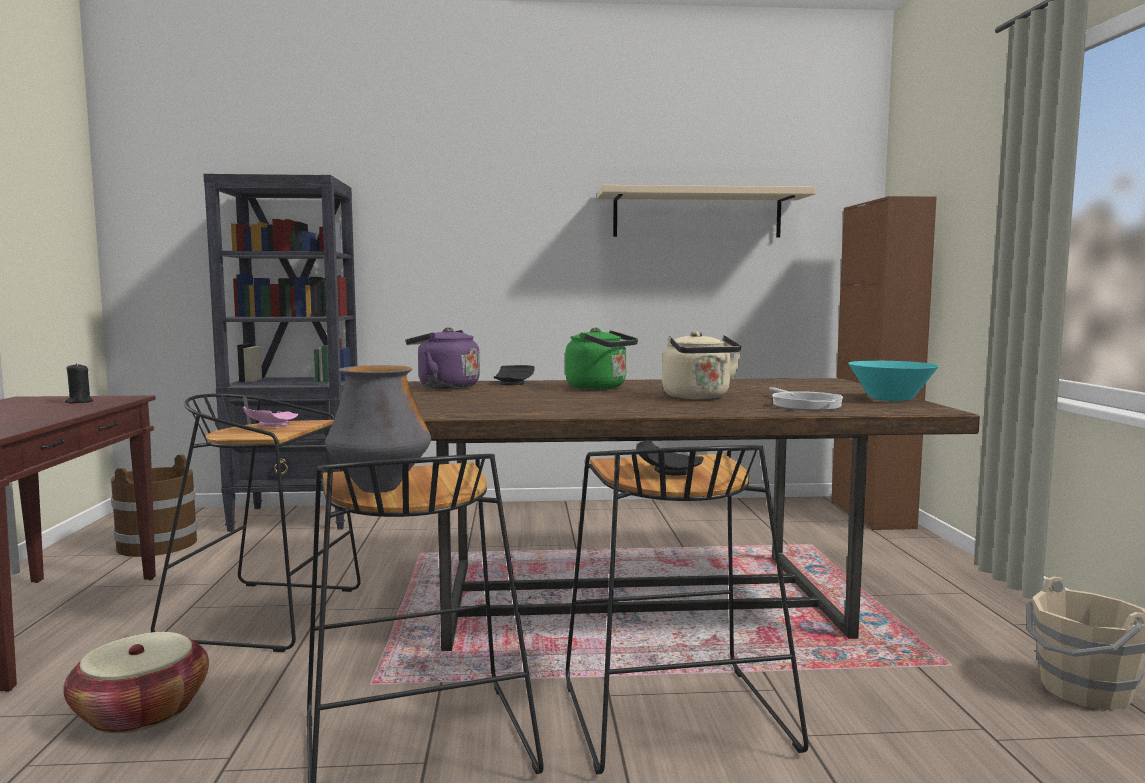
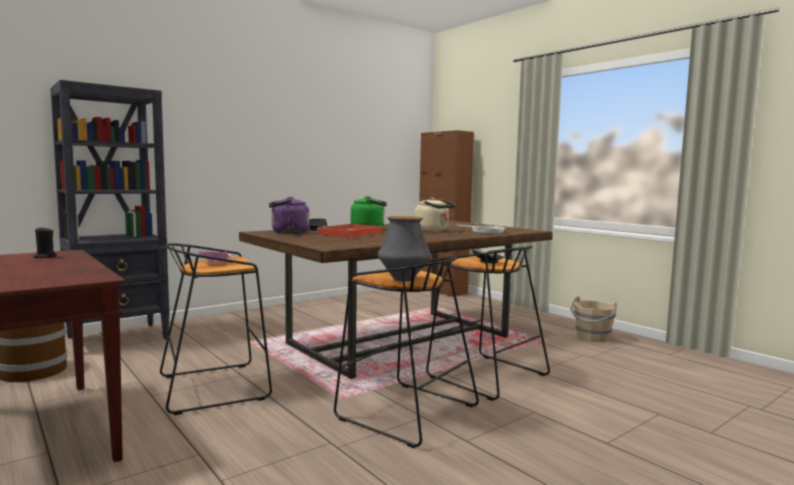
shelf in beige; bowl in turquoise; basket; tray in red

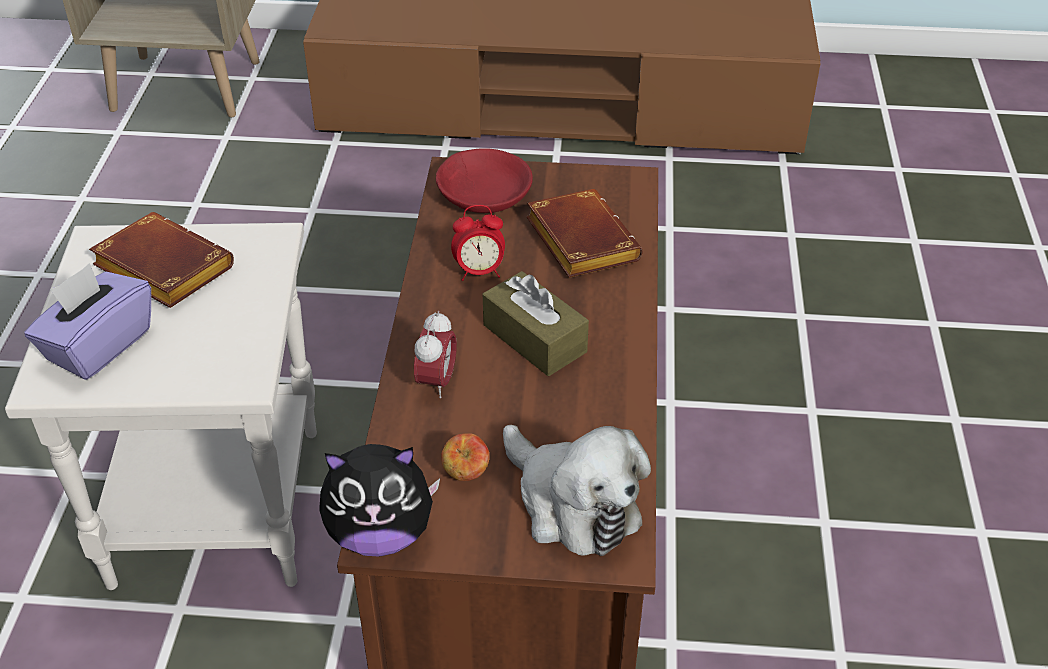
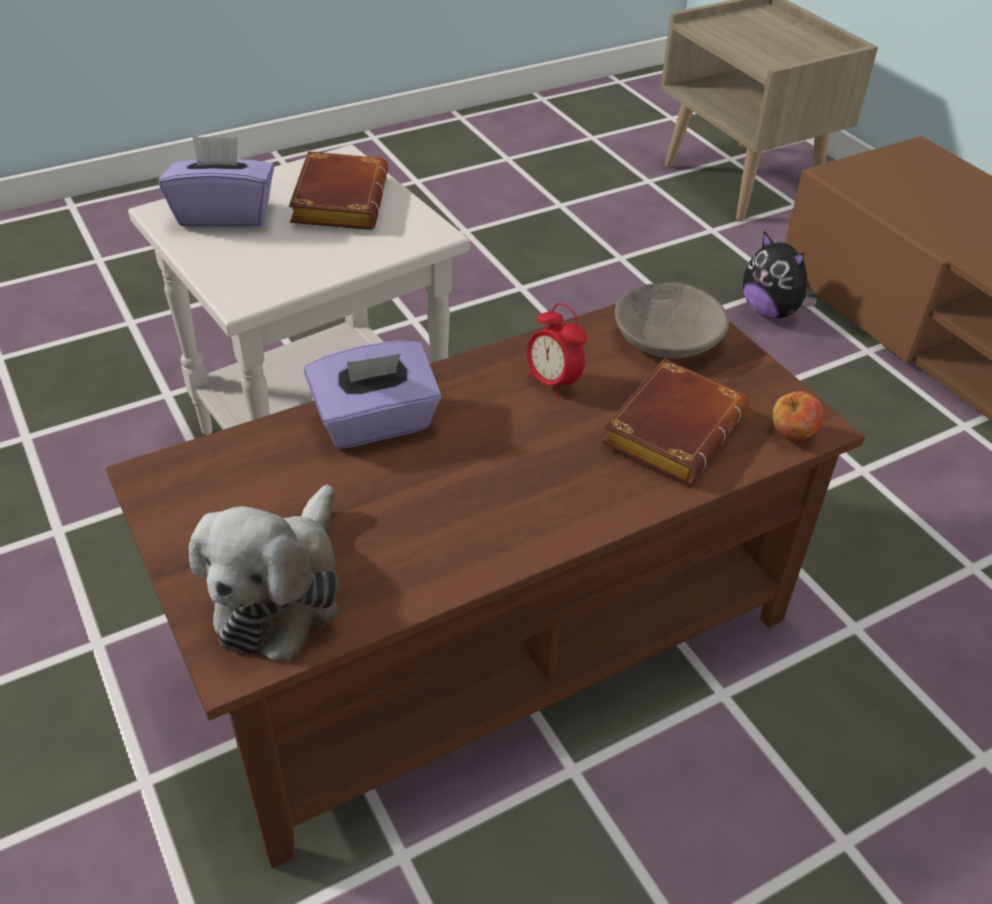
bowl in grey; tissue box in brown; tissue box in purple (no. 2 from left); apple; plush toy (no. 2 from left)

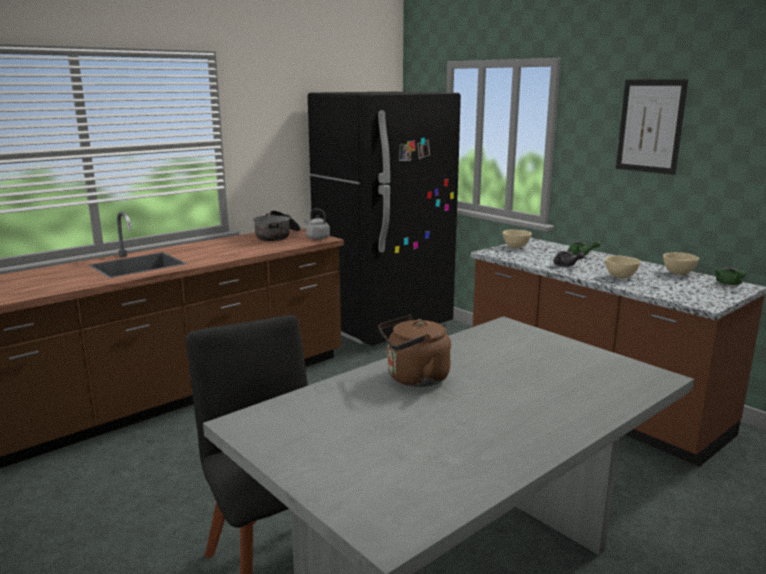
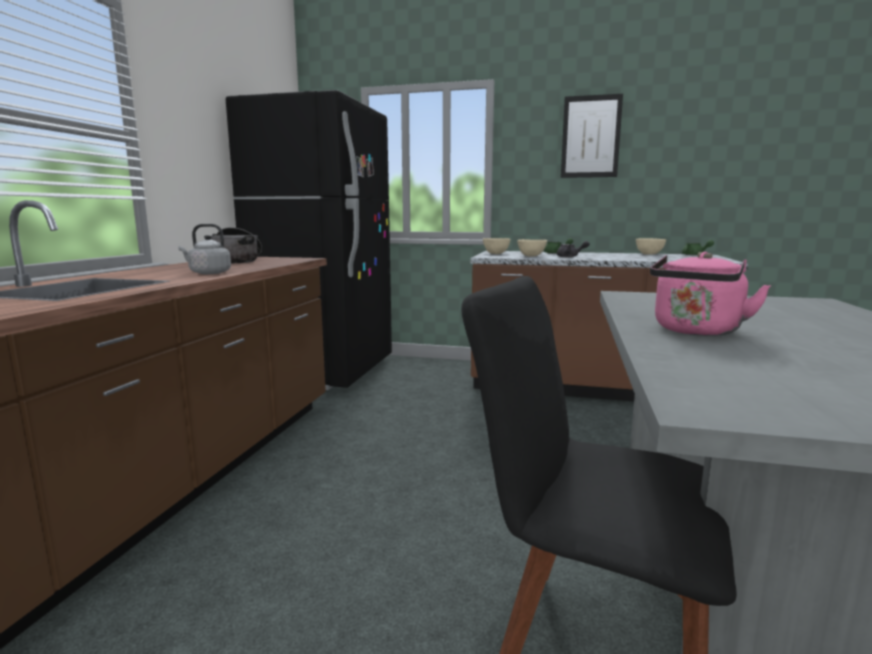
kettle in grey; bowl in beige (no. 2 from left); kettle in pink

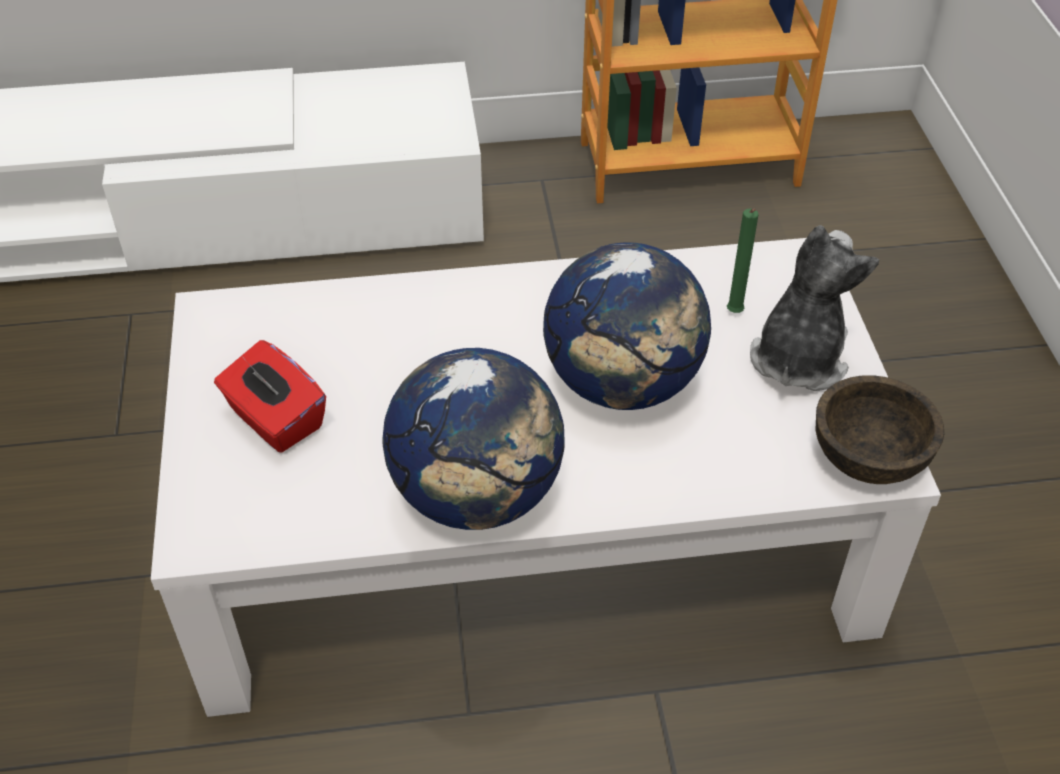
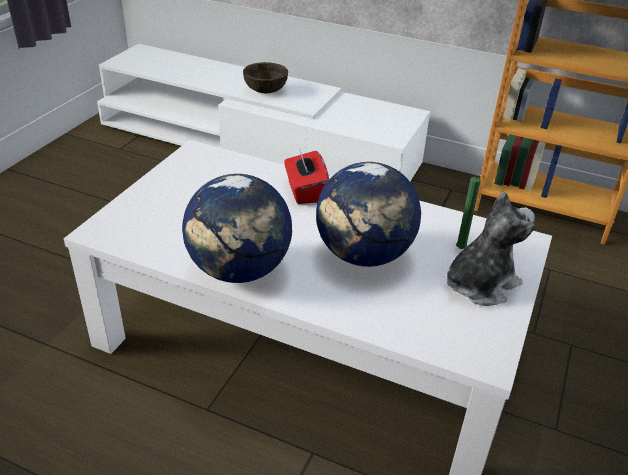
tissue box in red; bowl in brown

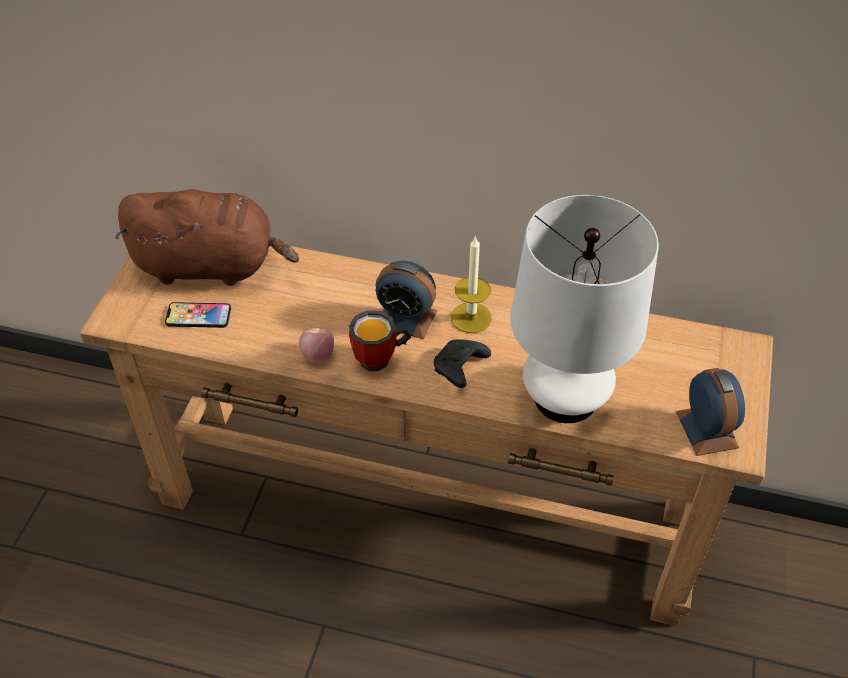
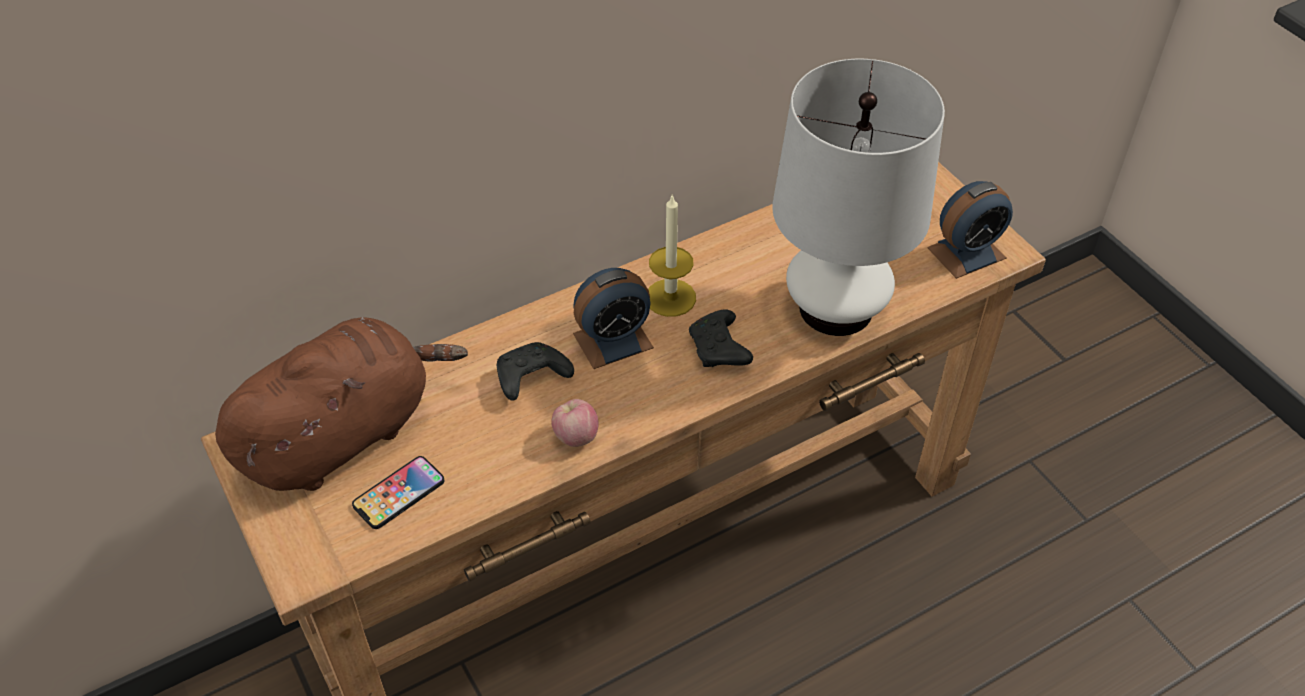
mug; alarm clock (no. 2 from left); game controller in black (no. 1 from left)

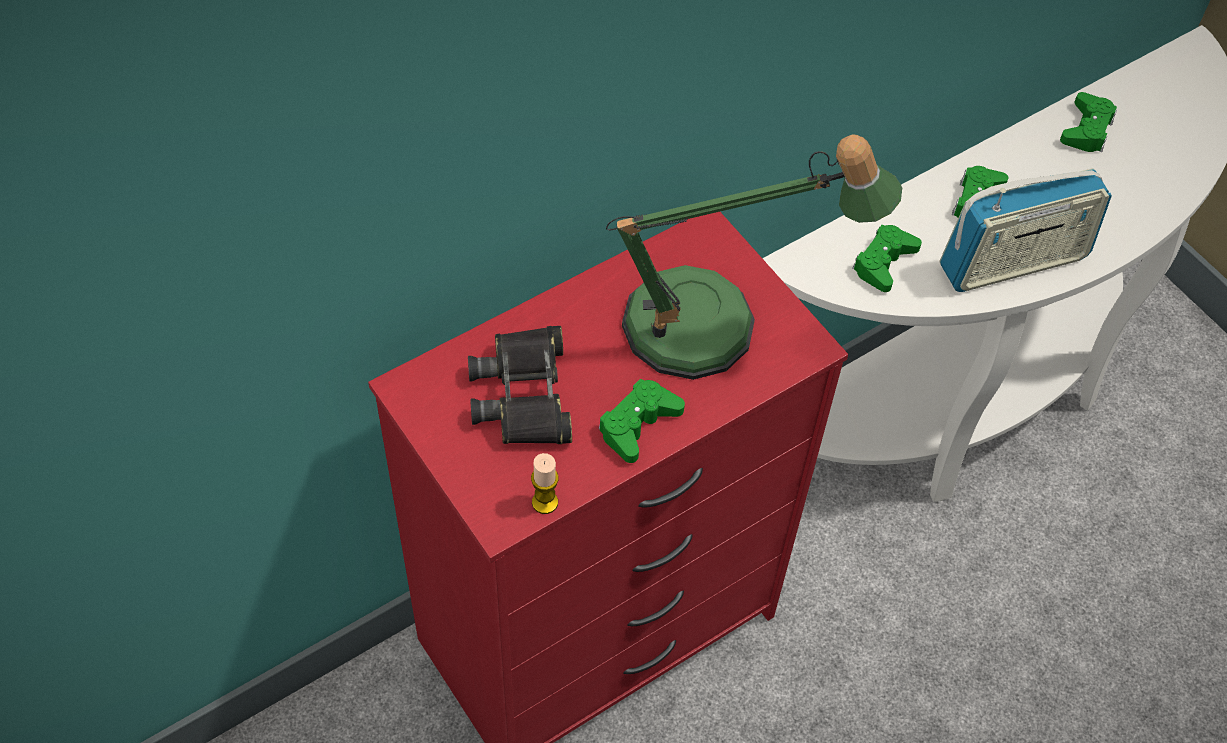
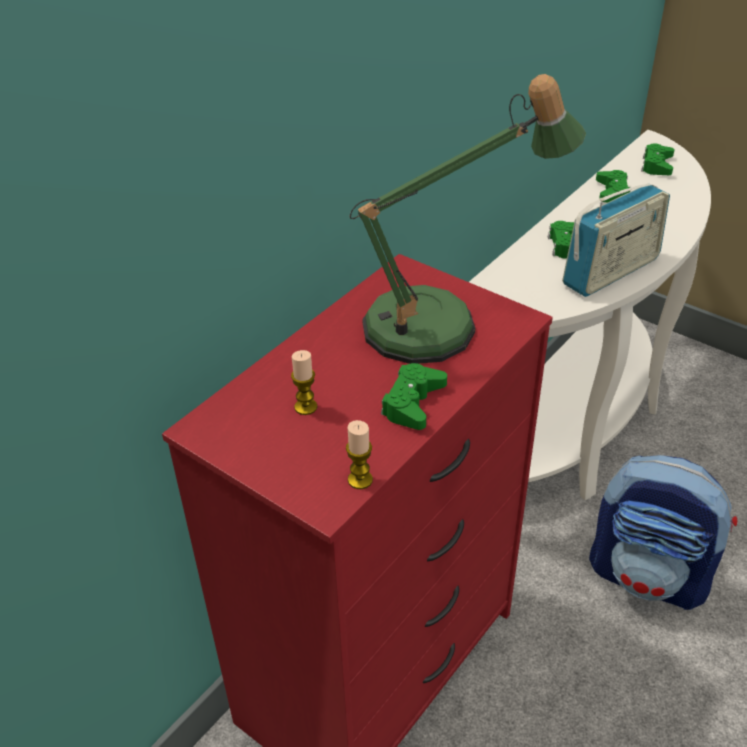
game controller in green (no. 4 from left); candle (no. 1 from left); backpack

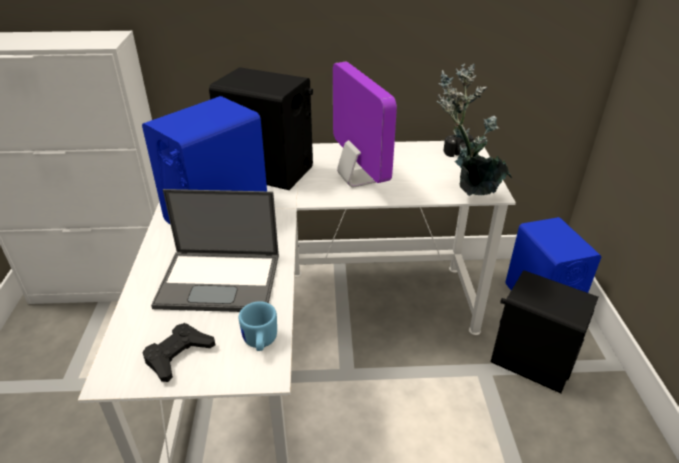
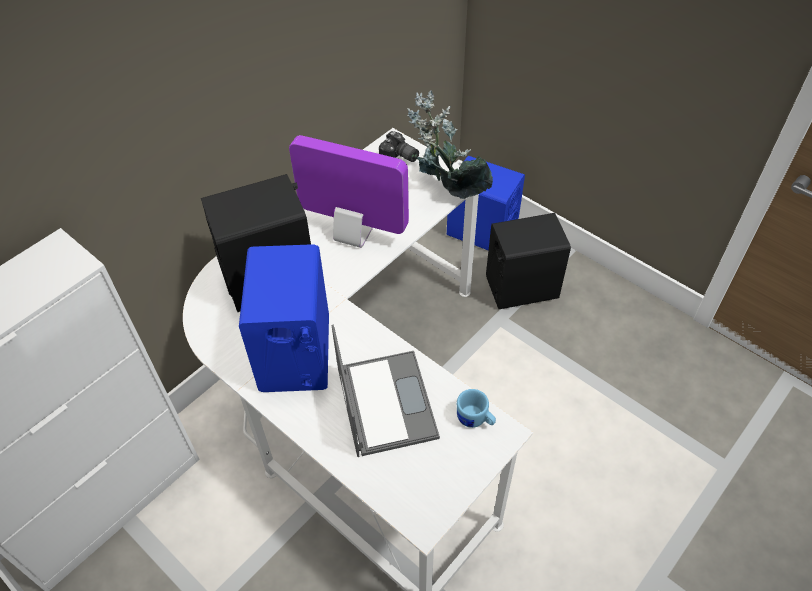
laptop; game controller in black

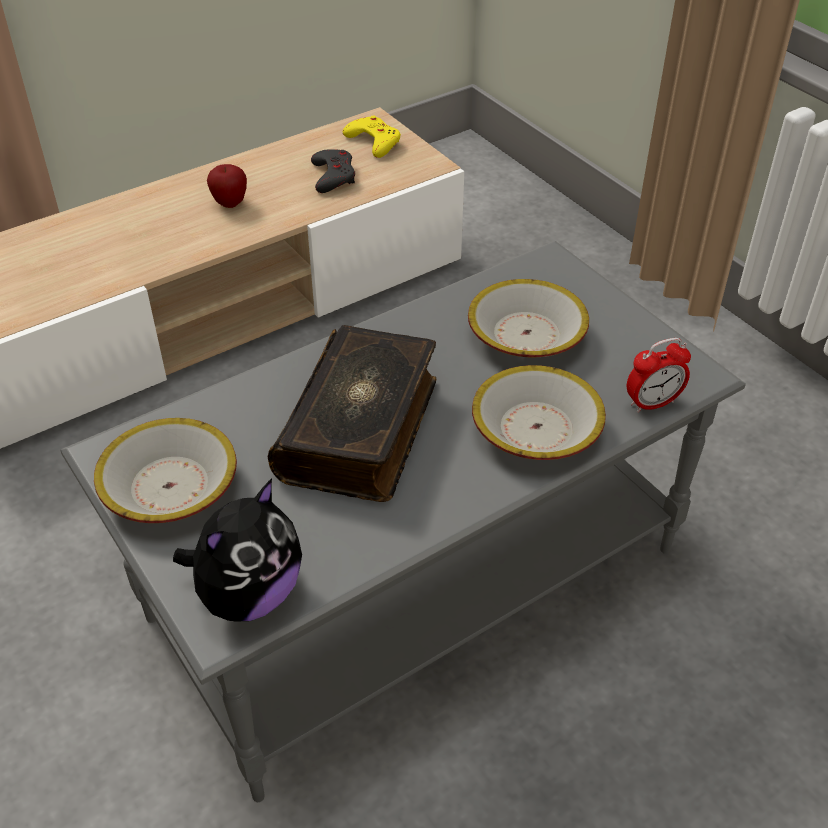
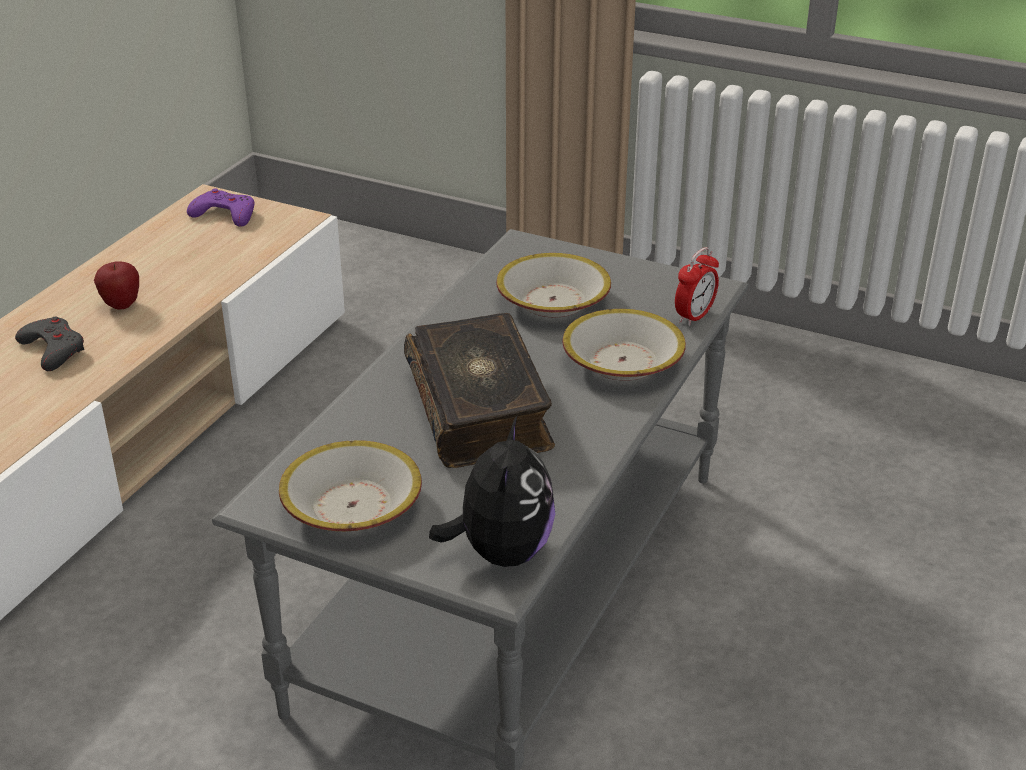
game controller in purple; game controller in grey

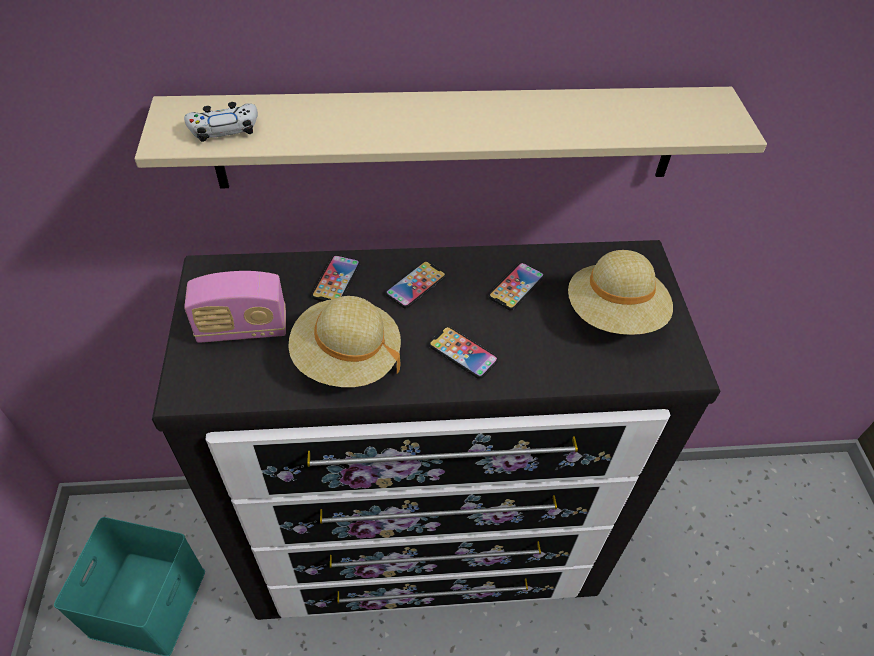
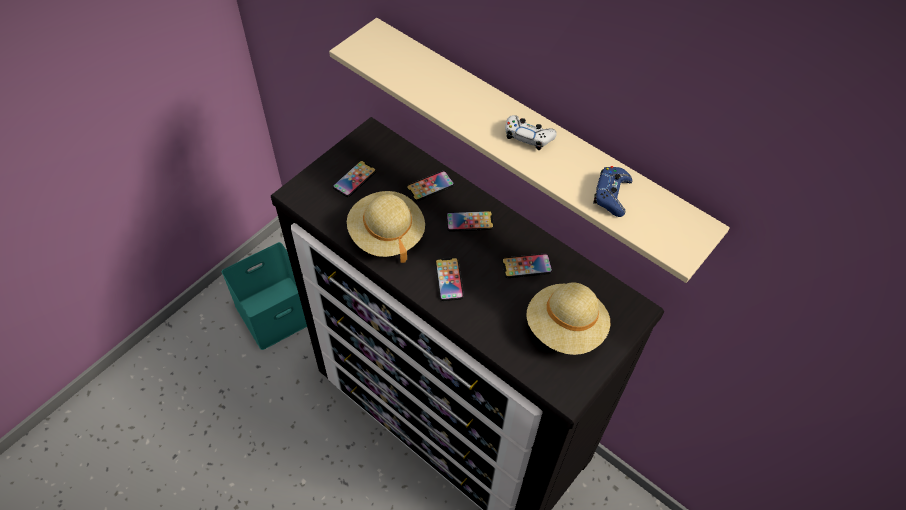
game controller in white; phone (no. 1 from left); game controller in blue

